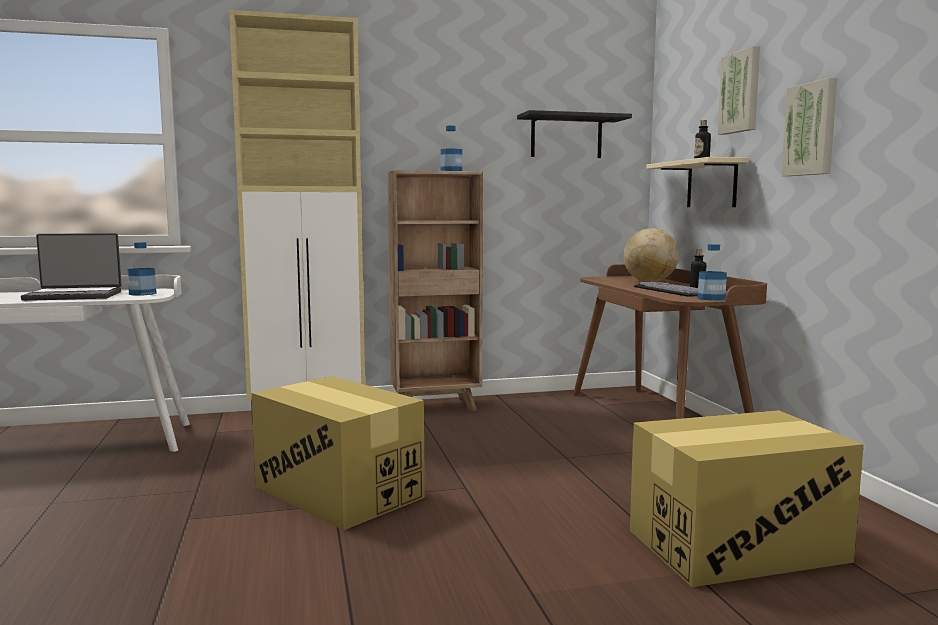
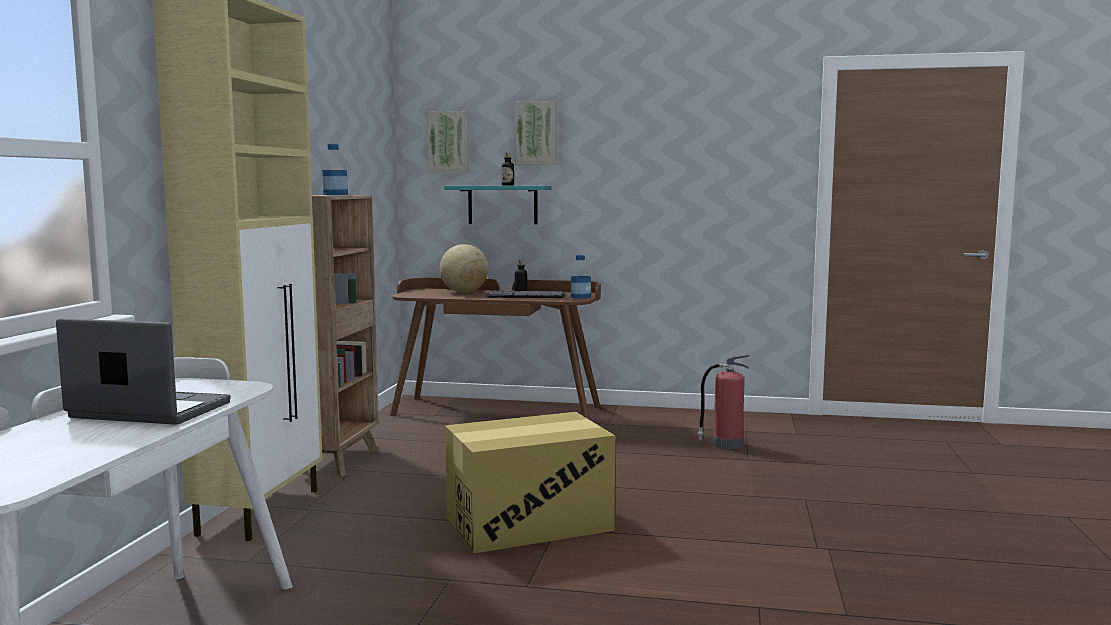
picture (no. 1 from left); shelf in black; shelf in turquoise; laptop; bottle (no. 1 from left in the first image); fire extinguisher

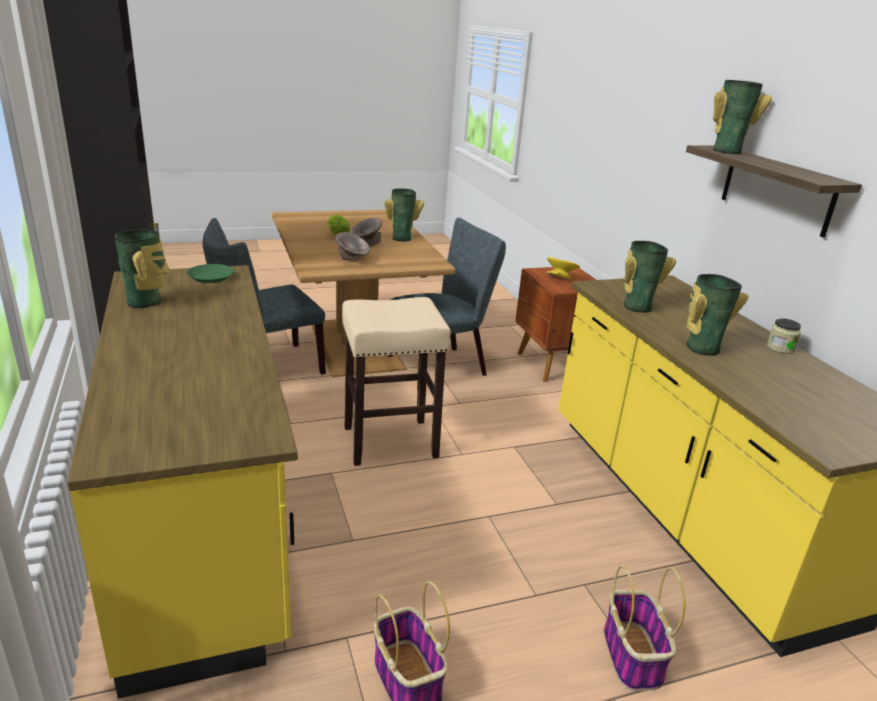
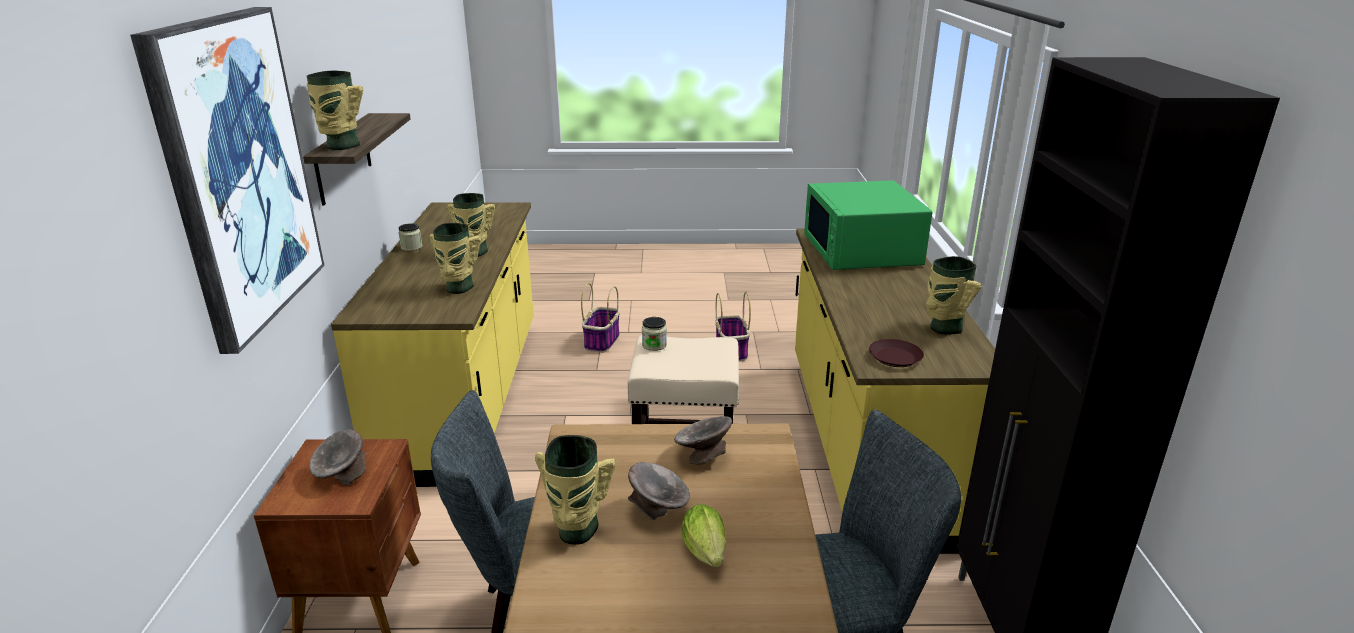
bowl in grey (no. 1 from left); plate in brown; picture; microwave in green; jar (no. 2 from left)

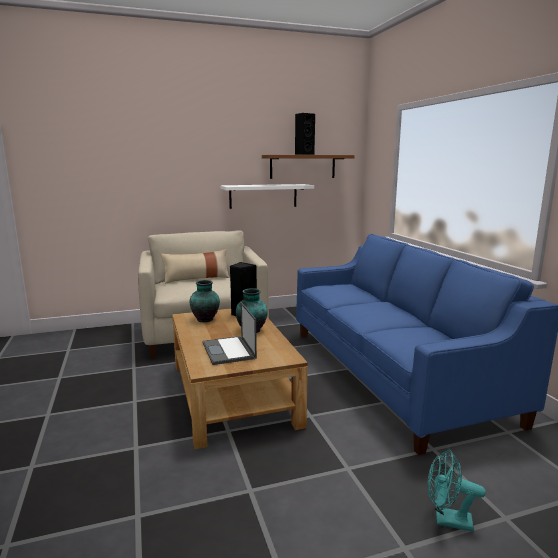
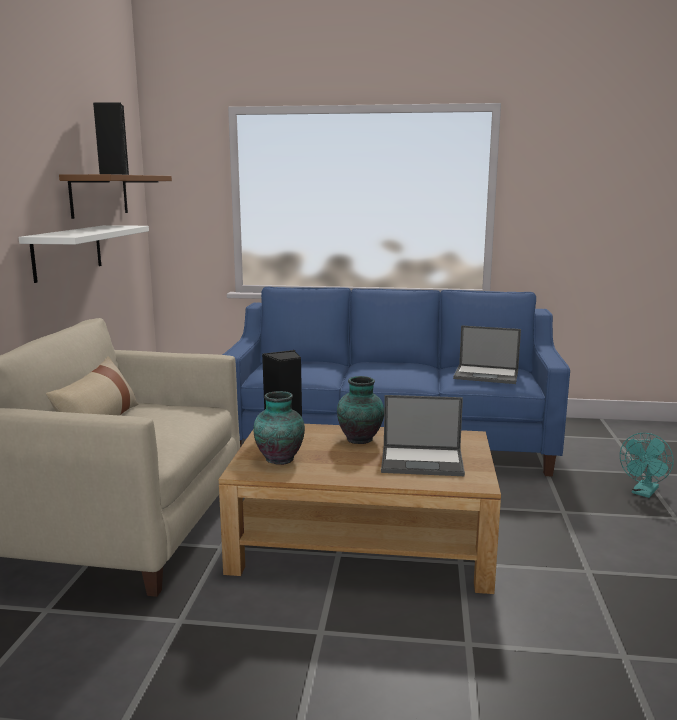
laptop (no. 2 from left)

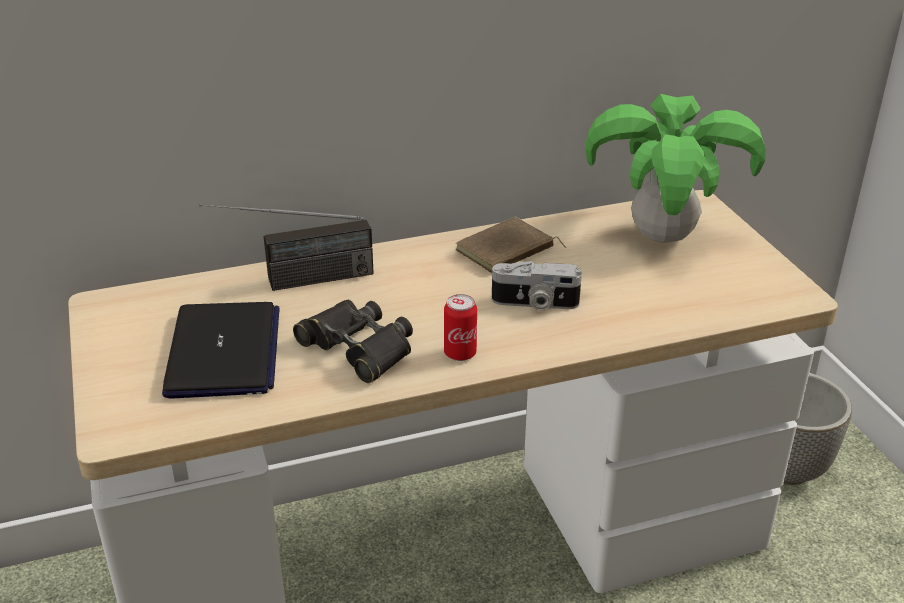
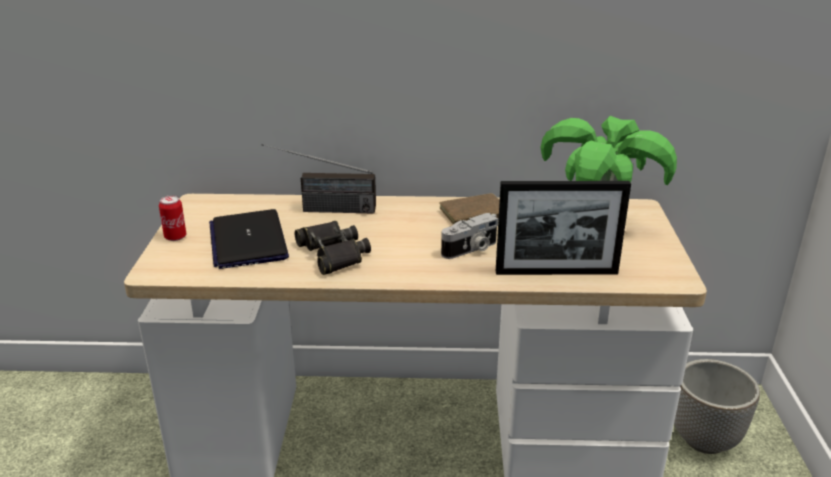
photo camera; can; laptop; picture frame

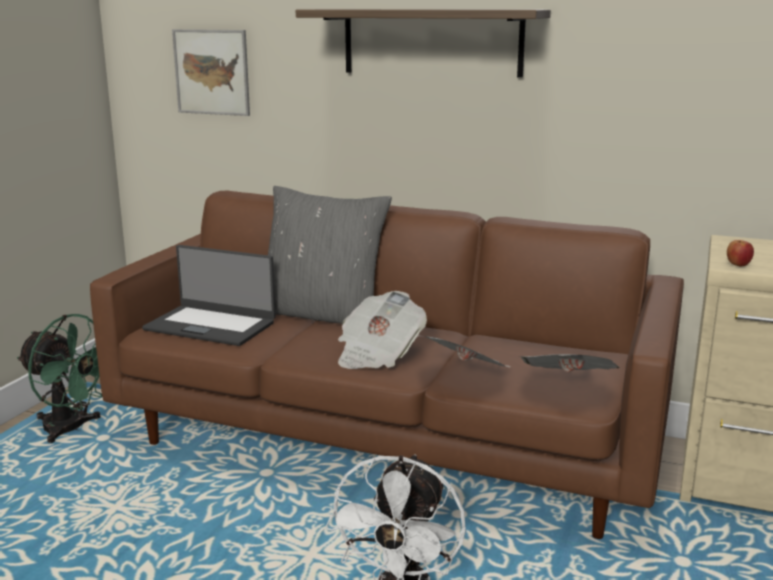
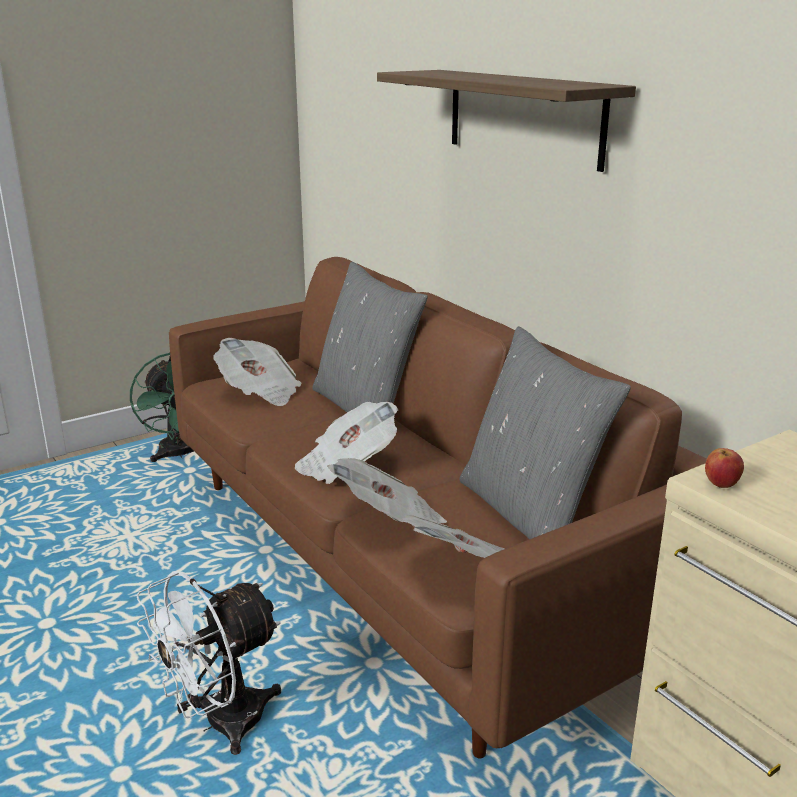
picture; newspaper (no. 1 from left); pillow in grey (no. 2 from left)

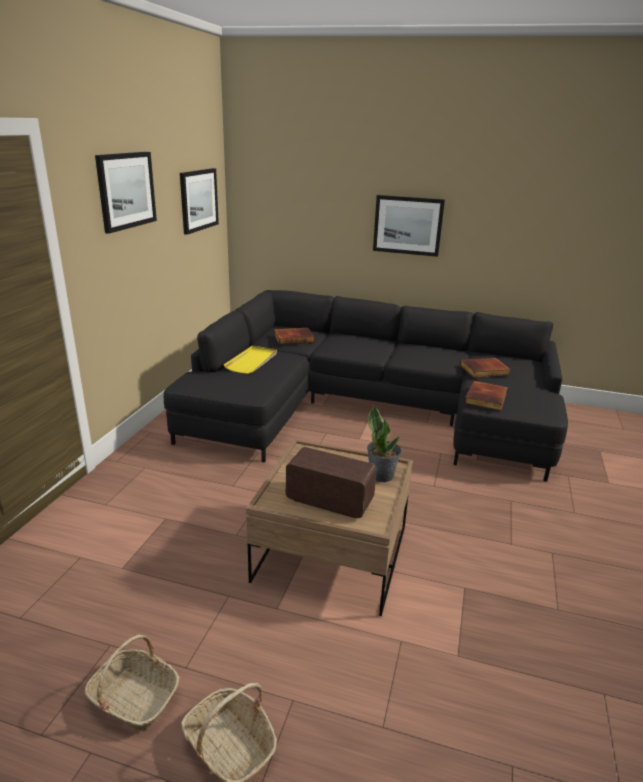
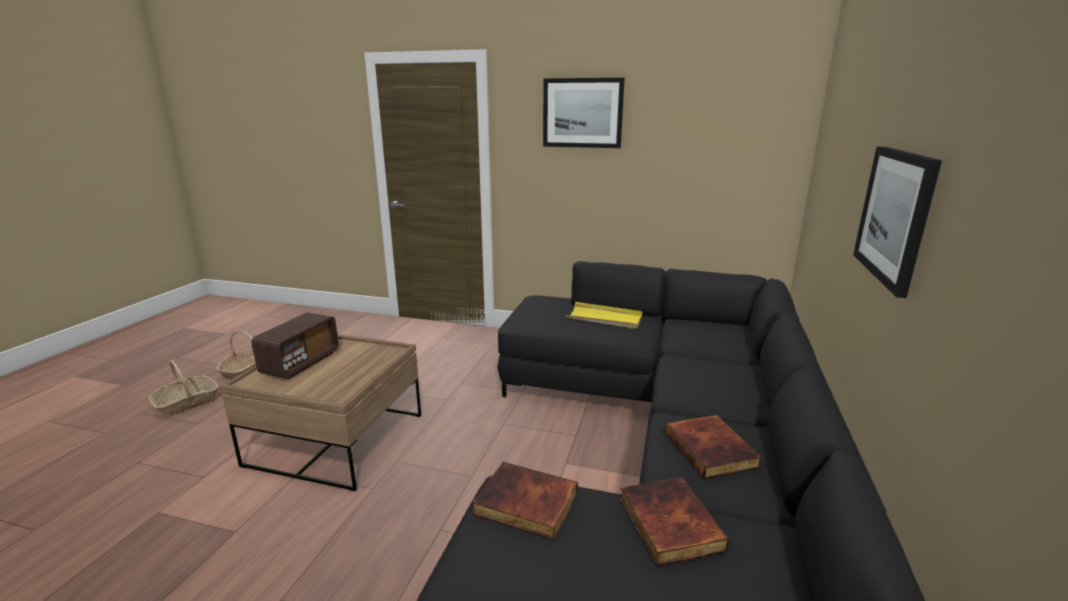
picture (no. 2 from left in the first image); book (no. 3 from left); potted plant

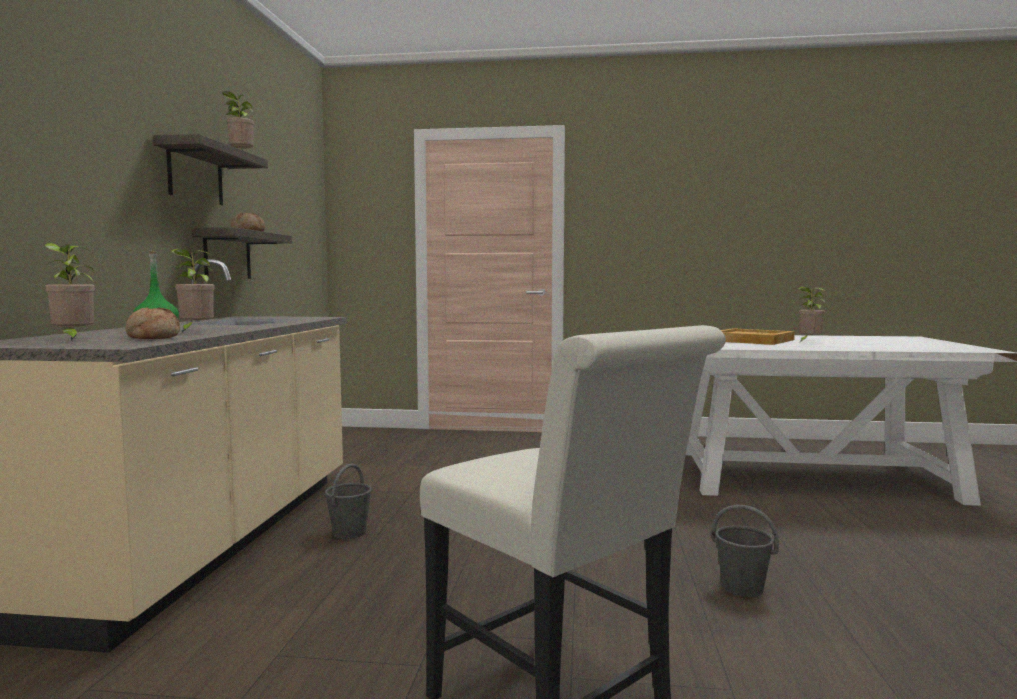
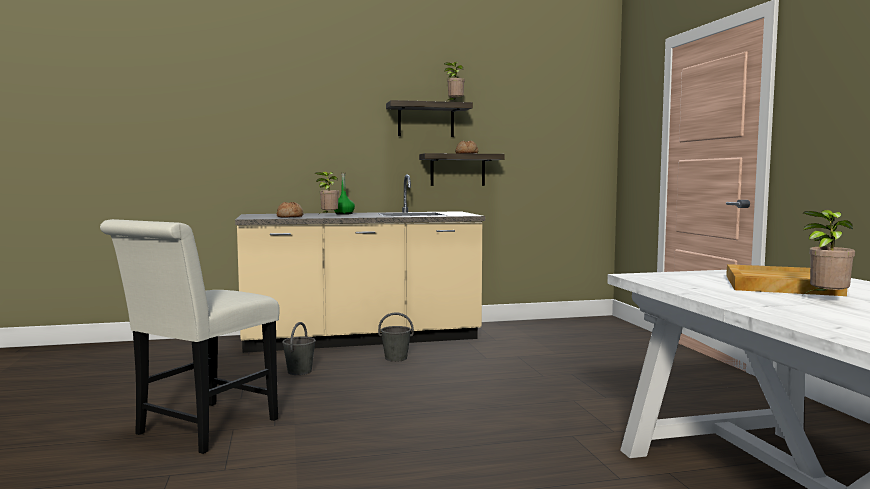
potted plant (no. 1 from left in the first image); bucket in grey (no. 1 from left)

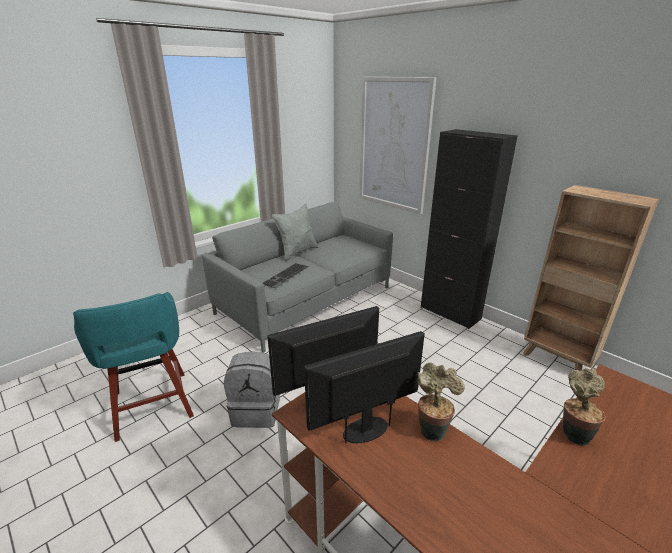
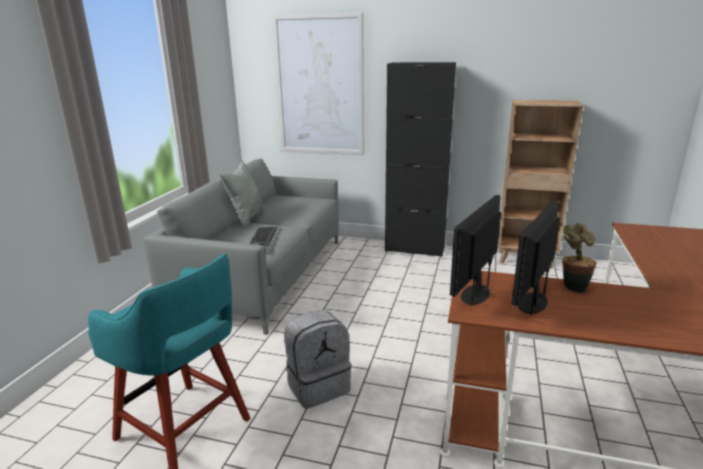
potted plant (no. 2 from left in the first image)

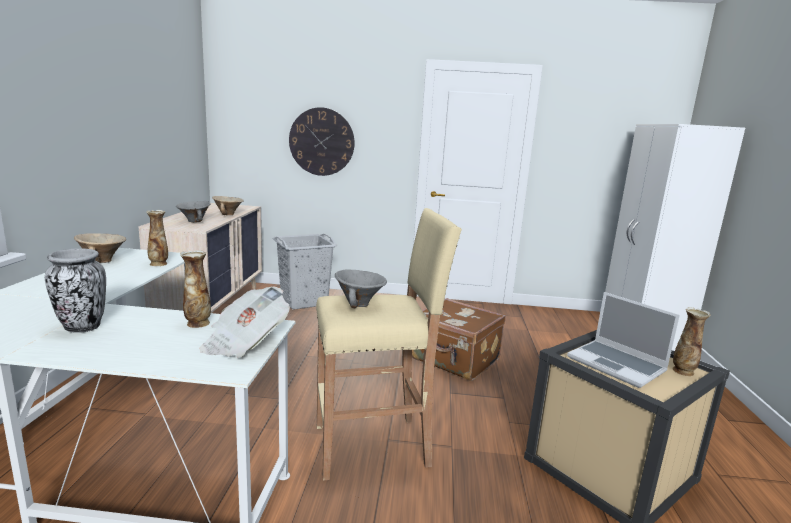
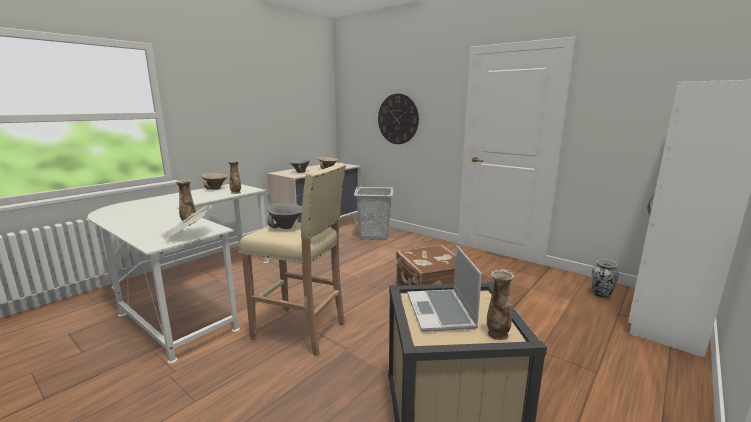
vase (no. 4 from left)

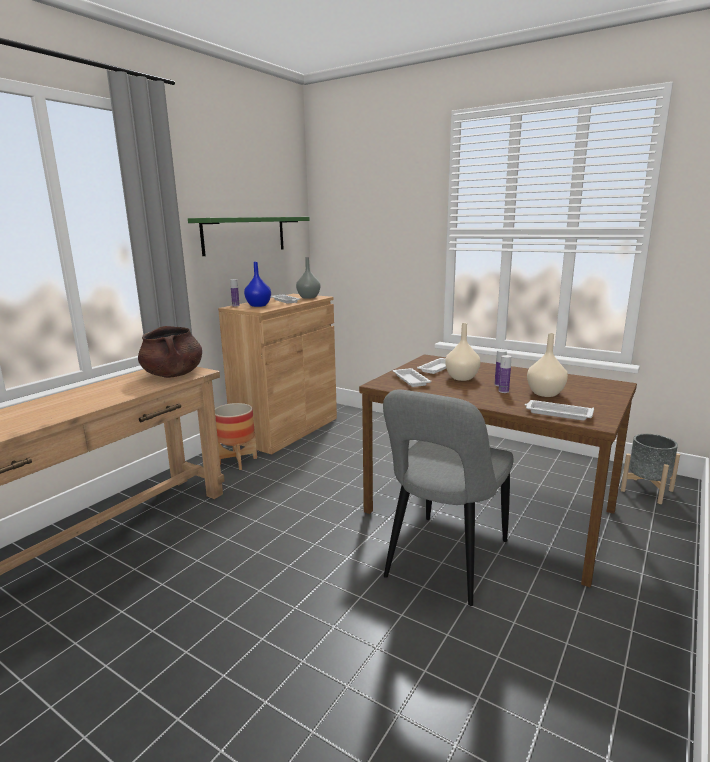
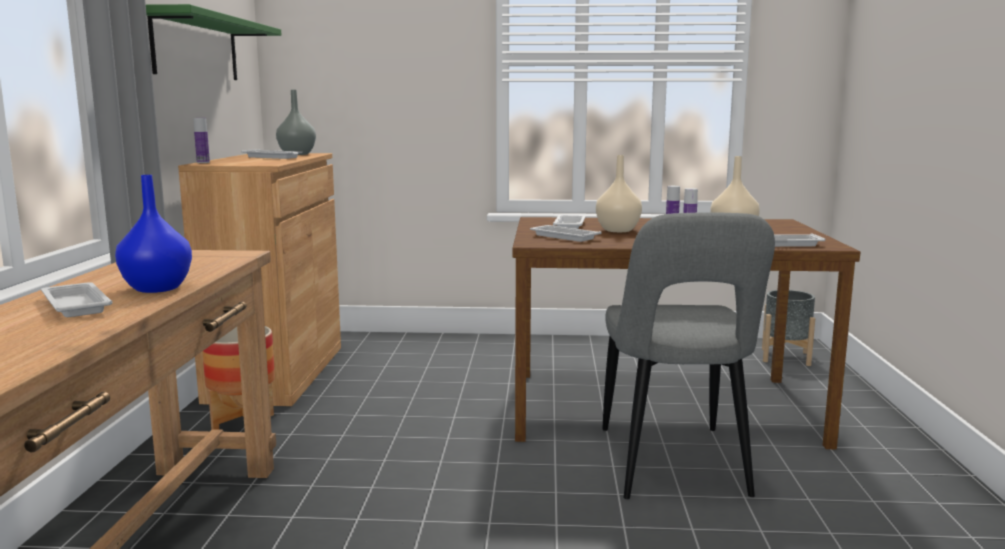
vase in blue; cooking pot in brown; tray in white (no. 1 from left)

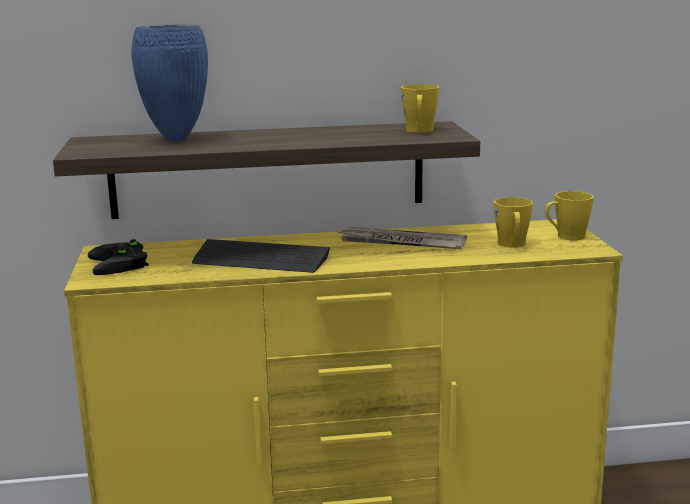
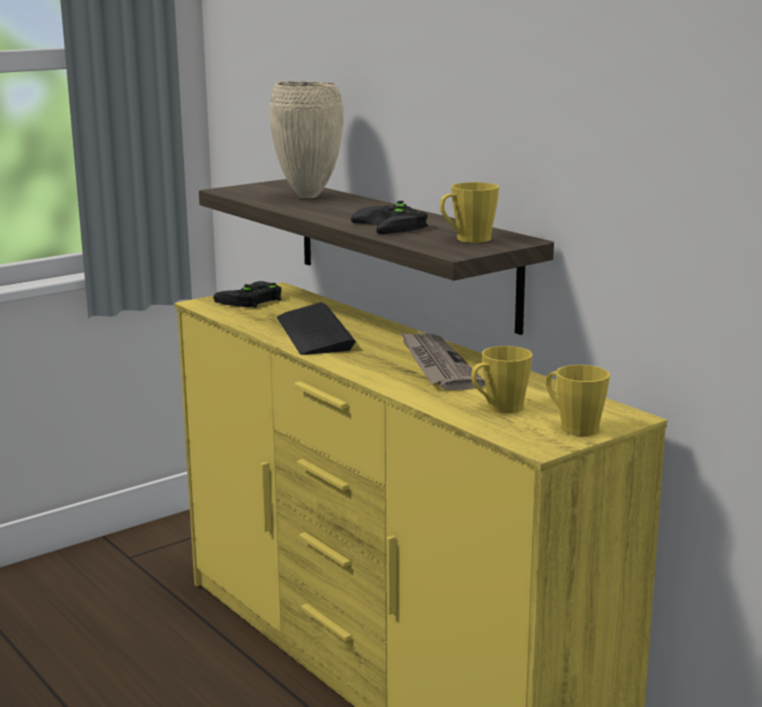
vase in beige; game controller in black (no. 2 from left)

